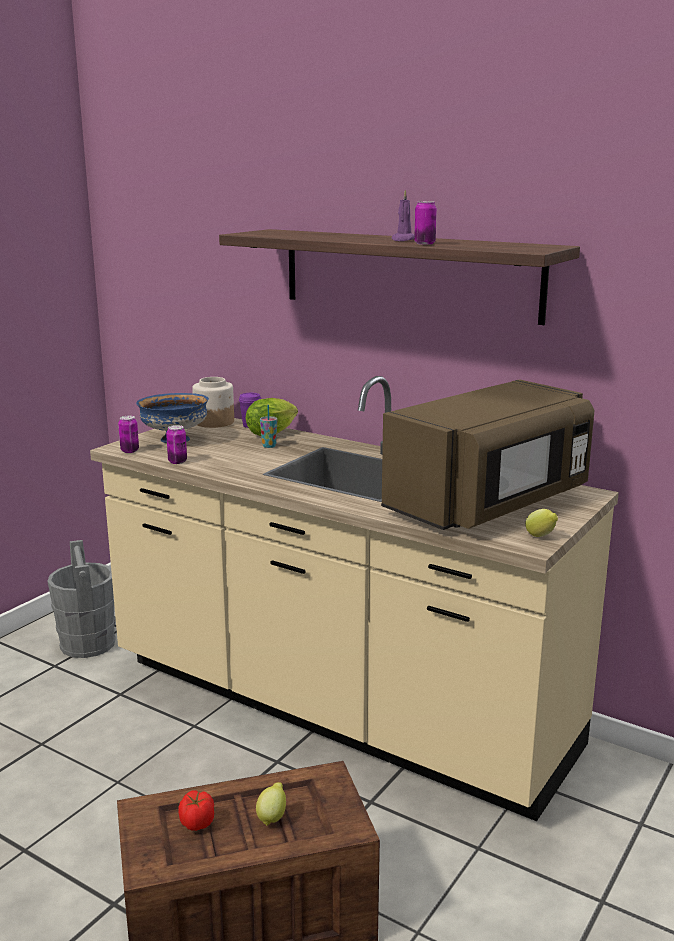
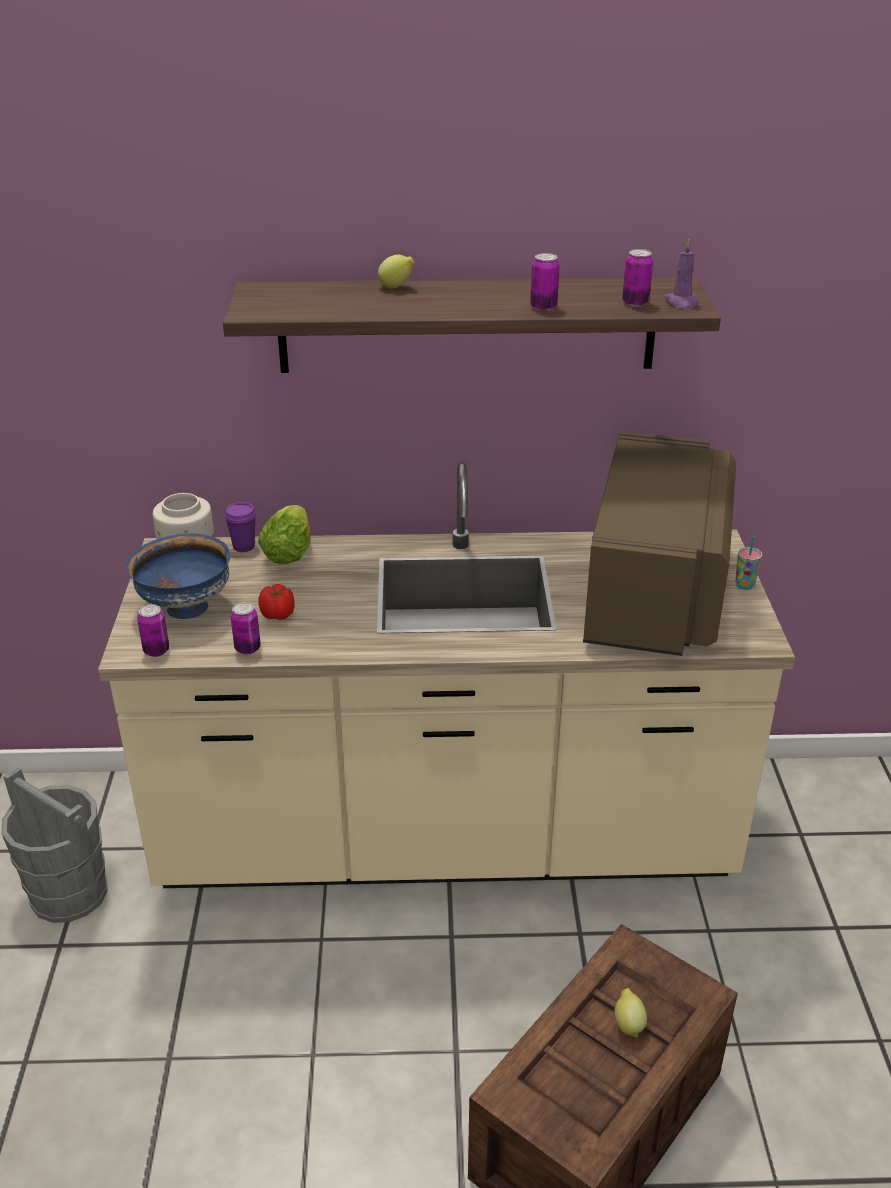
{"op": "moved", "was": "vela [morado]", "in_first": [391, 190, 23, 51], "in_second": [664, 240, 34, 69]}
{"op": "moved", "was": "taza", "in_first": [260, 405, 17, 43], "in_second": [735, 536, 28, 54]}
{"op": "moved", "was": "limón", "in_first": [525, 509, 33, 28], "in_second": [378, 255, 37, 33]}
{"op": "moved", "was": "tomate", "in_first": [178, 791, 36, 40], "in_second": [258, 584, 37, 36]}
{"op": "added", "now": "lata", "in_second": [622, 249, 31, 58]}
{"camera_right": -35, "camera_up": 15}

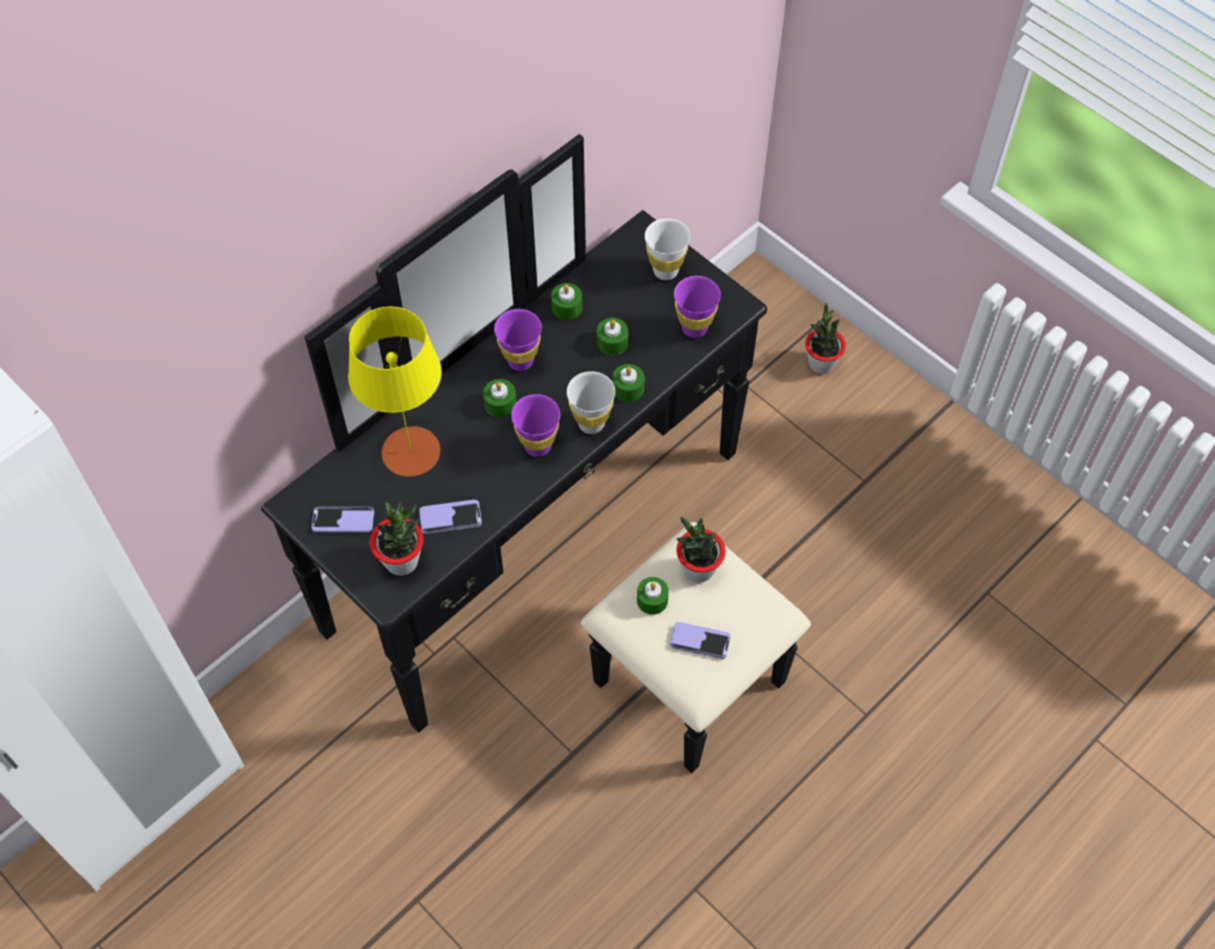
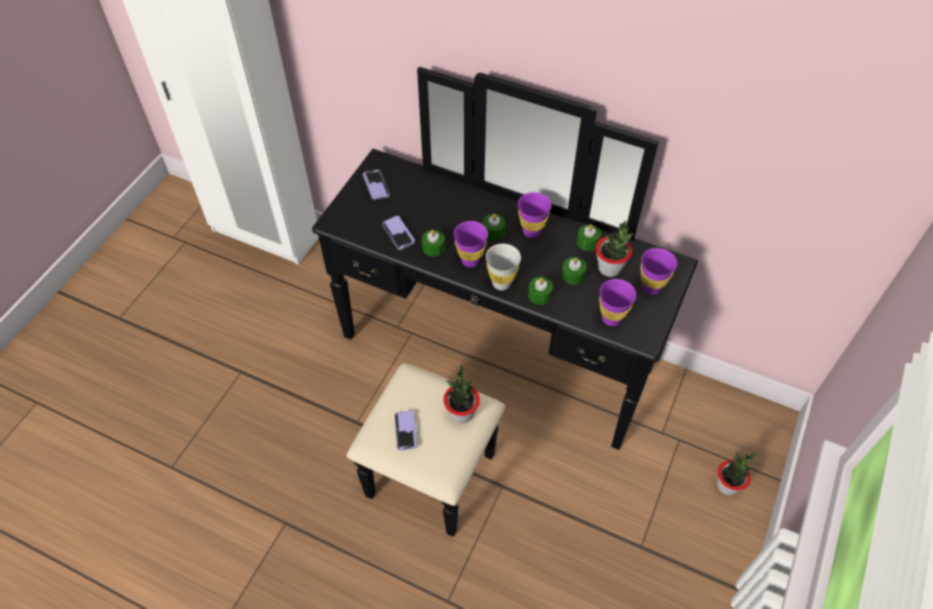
{"op": "recoloured", "was": "taza [blanco]", "now": "taza [morado]", "in_first": [645, 218, 45, 62], "in_second": [641, 248, 36, 47]}
{"op": "removed", "was": "lámpara de mesa [amarillo]", "in_first": [348, 307, 94, 170]}
{"op": "moved", "was": "planta en maceta", "in_first": [370, 503, 54, 73], "in_second": [596, 220, 38, 57]}
{"op": "moved", "was": "vela [verde]", "in_first": [637, 577, 32, 38], "in_second": [422, 230, 23, 27]}
{"camera_right": 70, "camera_up": -5}

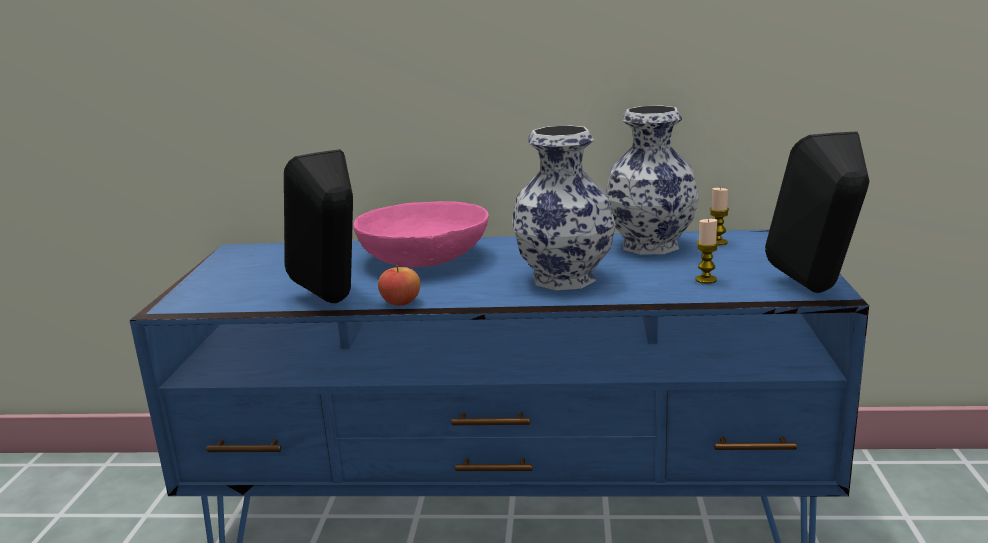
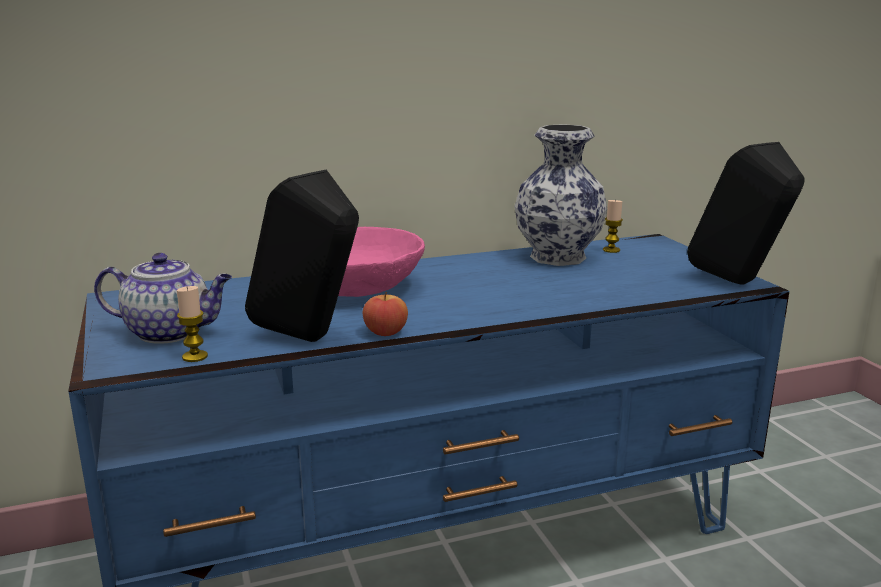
{"op": "removed", "was": "florero", "in_first": [512, 125, 104, 165]}
{"op": "moved", "was": "vela", "in_first": [696, 218, 23, 66], "in_second": [177, 286, 31, 76]}
{"op": "added", "now": "tetera", "in_second": [94, 253, 138, 91]}
{"camera_right": -25, "camera_up": 0}

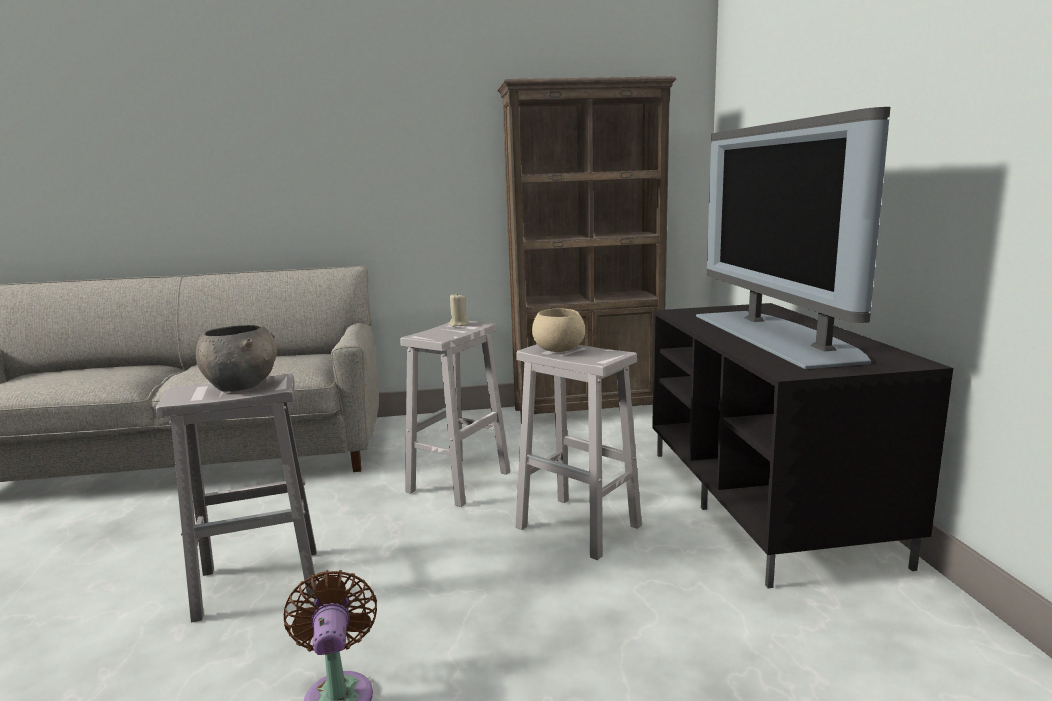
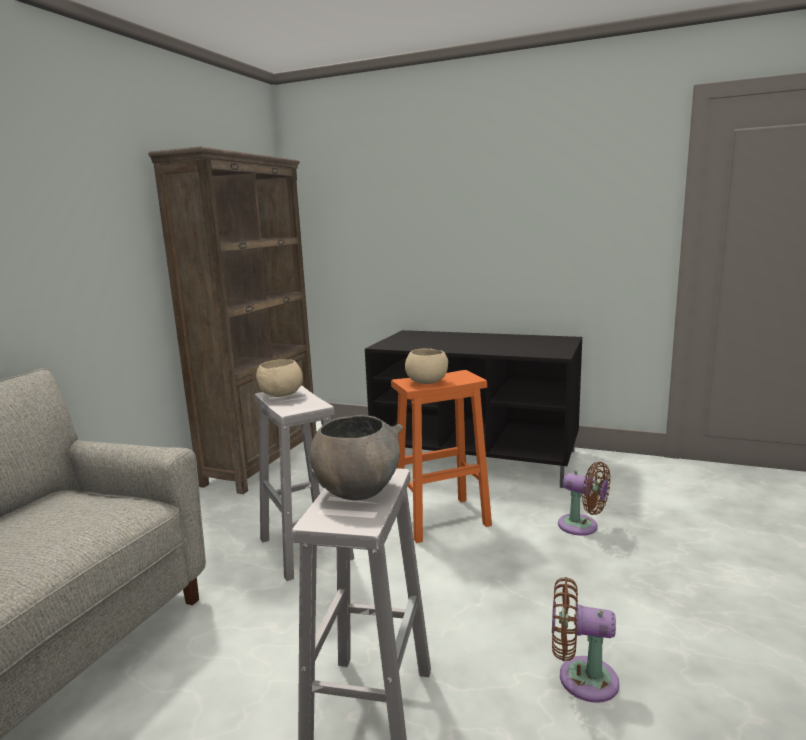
{"op": "removed", "was": "televisor", "in_first": [696, 107, 194, 262]}
{"op": "replaced", "was": "vela [beis]", "now": "cuenco [beis]", "in_first": [449, 294, 20, 33], "in_second": [256, 359, 47, 38]}
{"op": "recoloured", "was": "taburete [blanco]", "now": "taburete [naranja]", "in_first": [515, 344, 127, 216], "in_second": [391, 370, 101, 173]}
{"op": "added", "now": "ventilador [marrón]", "in_second": [558, 462, 52, 74]}
{"camera_right": -60, "camera_up": 0}

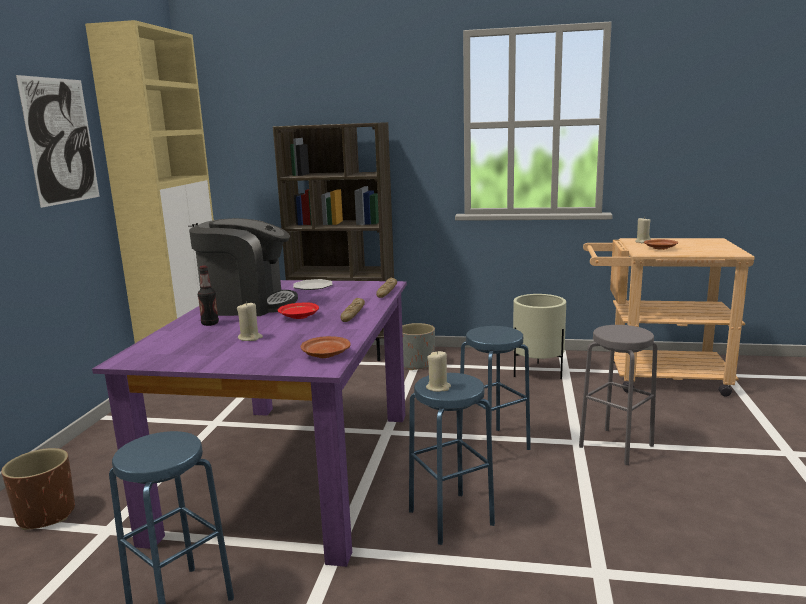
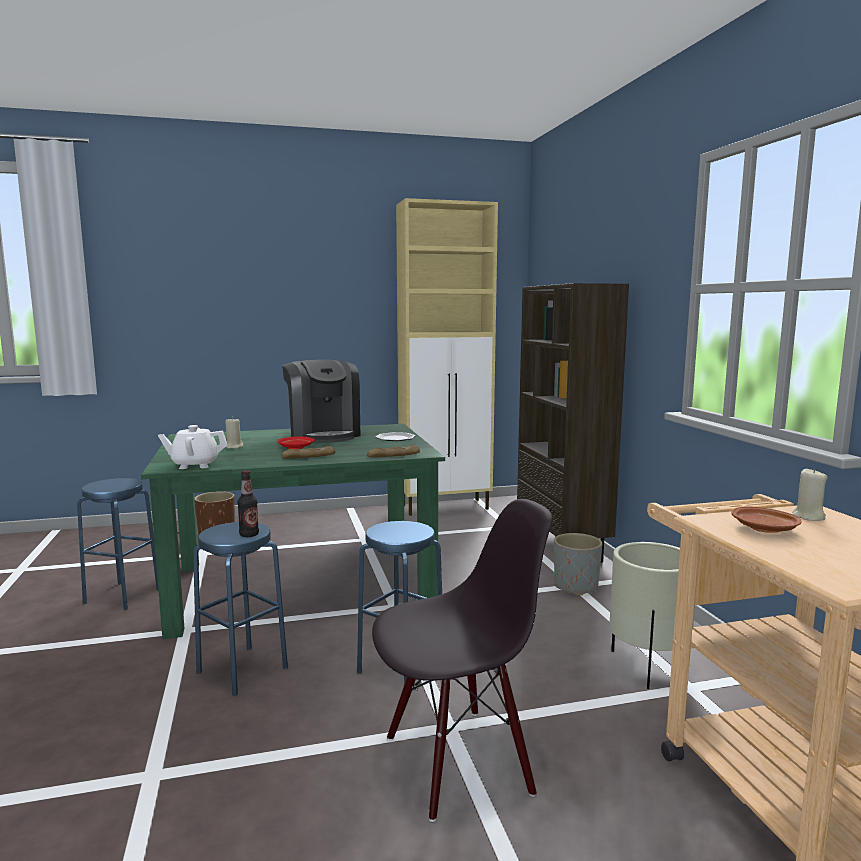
{"op": "removed", "was": "cuadro", "in_first": [16, 75, 84, 133]}
{"op": "moved", "was": "botella", "in_first": [198, 266, 21, 60], "in_second": [237, 470, 22, 67]}
{"op": "recoloured", "was": "mesa de comedor [morado]", "now": "mesa de comedor [verde]", "in_first": [92, 280, 315, 287], "in_second": [141, 424, 304, 215]}
{"op": "replaced", "was": "taburete [gris]", "now": "silla [negro]", "in_first": [579, 325, 78, 140], "in_second": [372, 499, 180, 323]}
{"op": "replaced", "was": "plato [marrón]", "now": "tetera [blanco]", "in_first": [301, 336, 50, 22], "in_second": [158, 425, 70, 44]}
{"op": "removed", "was": "vela [beis]", "in_first": [426, 350, 25, 42]}
{"camera_right": 65, "camera_up": -5}

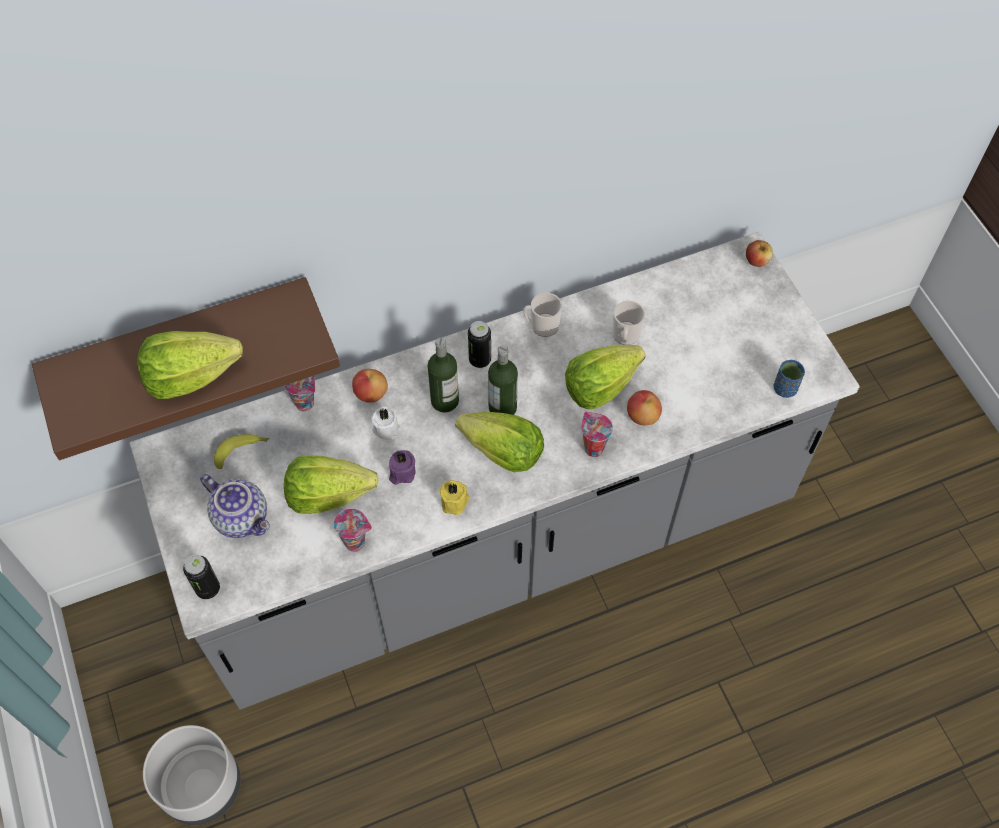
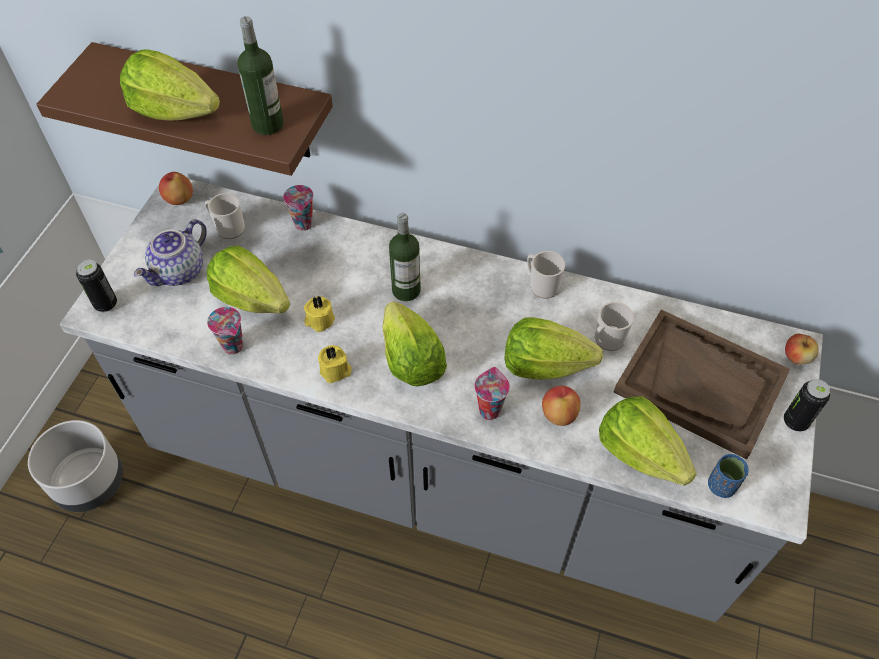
{"op": "moved", "was": "lata", "in_first": [468, 321, 23, 47], "in_second": [784, 379, 46, 52]}
{"op": "moved", "was": "botella", "in_first": [488, 345, 30, 70], "in_second": [238, 16, 46, 119]}
{"op": "moved", "was": "manzana", "in_first": [352, 369, 36, 33], "in_second": [159, 172, 34, 33]}
{"op": "removed", "was": "vela [blanco]", "in_first": [371, 406, 29, 34]}
{"op": "replaced", "was": "plátano", "now": "taza grande", "in_first": [214, 434, 55, 35], "in_second": [205, 193, 40, 46]}
{"op": "recoloured", "was": "vela [morado]", "now": "vela [amarillo]", "in_first": [389, 450, 26, 35], "in_second": [304, 296, 31, 36]}
{"op": "turned", "was": "tetera", "in_first": [200, 474, 70, 64], "in_second": [134, 219, 73, 67], "clockwise": 45}
{"op": "added", "now": "bandeja [marrón]", "in_second": [614, 309, 176, 151]}
{"op": "added", "now": "lechuga", "in_second": [599, 397, 98, 89]}
{"camera_right": 40, "camera_up": -5}

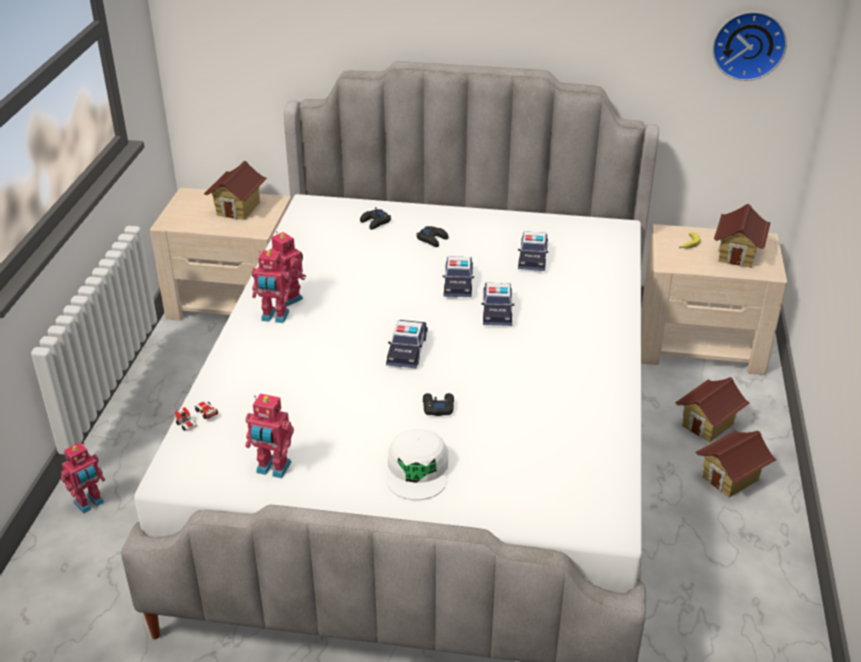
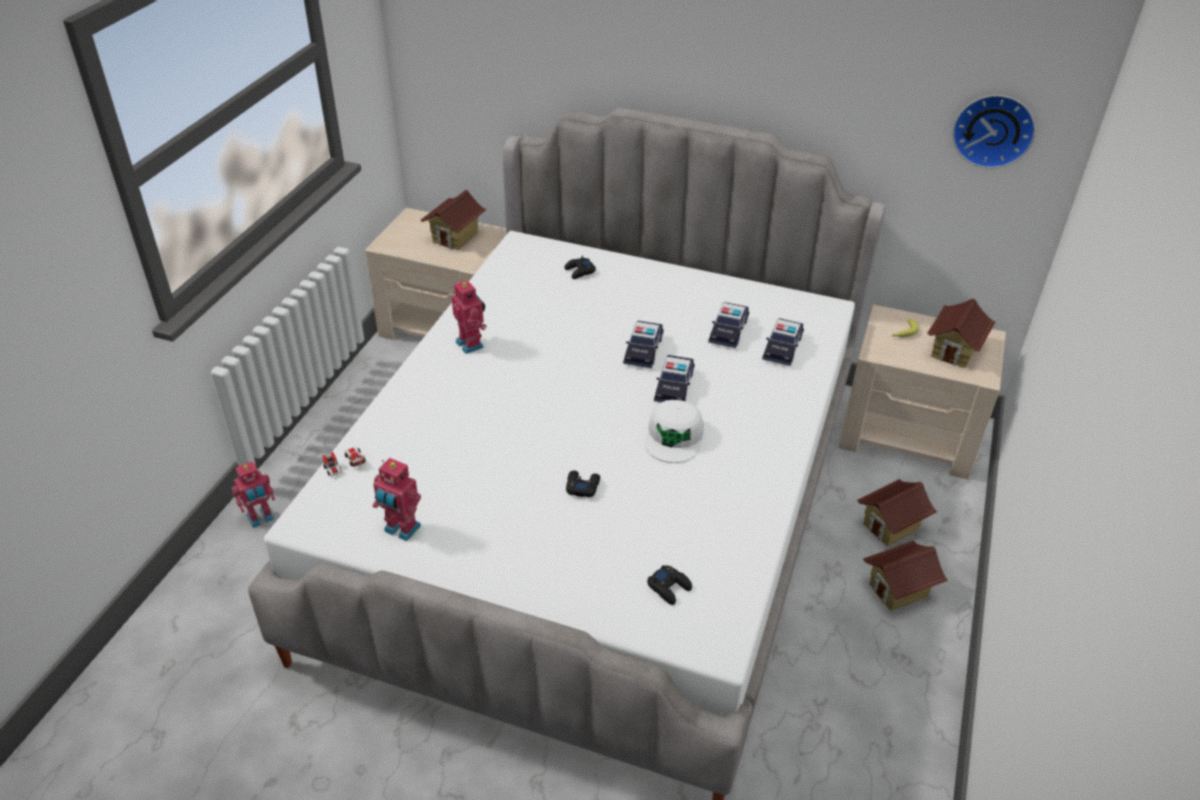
{"op": "moved", "was": "mando de consola [negro]", "in_first": [416, 226, 33, 21], "in_second": [647, 565, 45, 40]}
{"op": "removed", "was": "robot de juguete", "in_first": [252, 250, 40, 73]}
{"op": "moved", "was": "coche de juguete", "in_first": [386, 320, 42, 49], "in_second": [762, 318, 42, 48]}
{"op": "moved", "was": "gorra [blanco]", "in_first": [386, 429, 62, 71], "in_second": [645, 400, 59, 63]}
{"camera_right": 10, "camera_up": 5}

